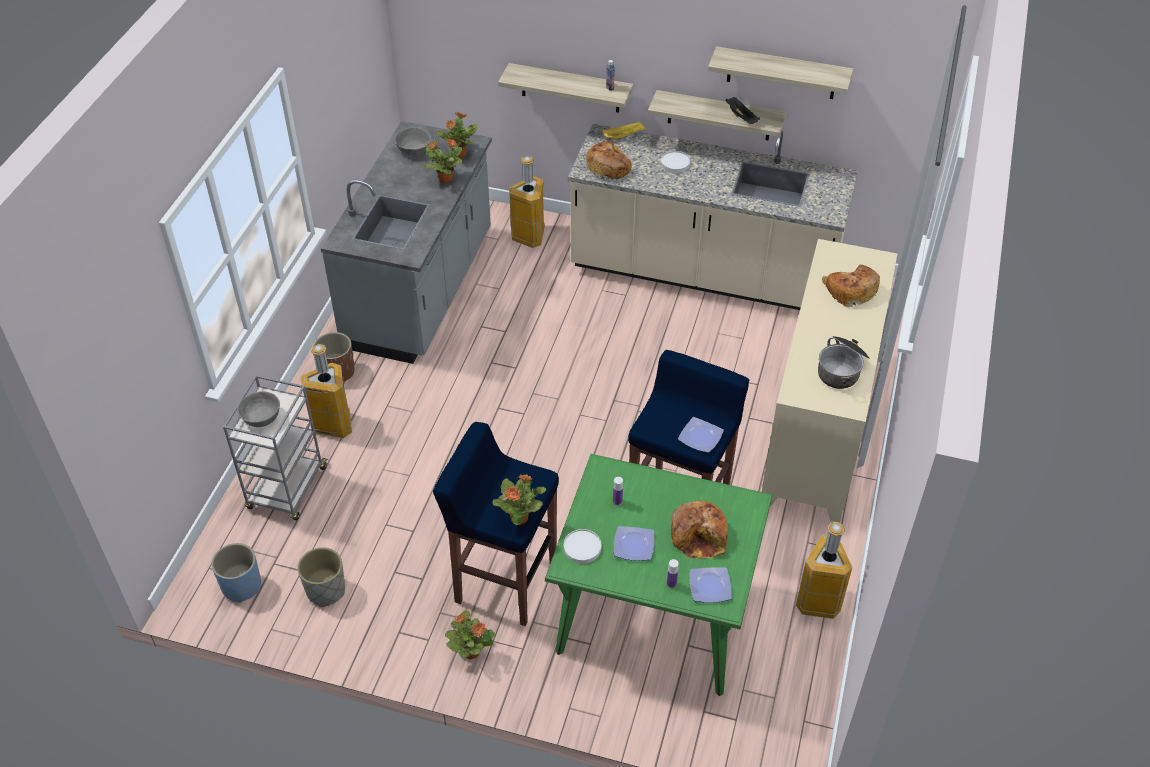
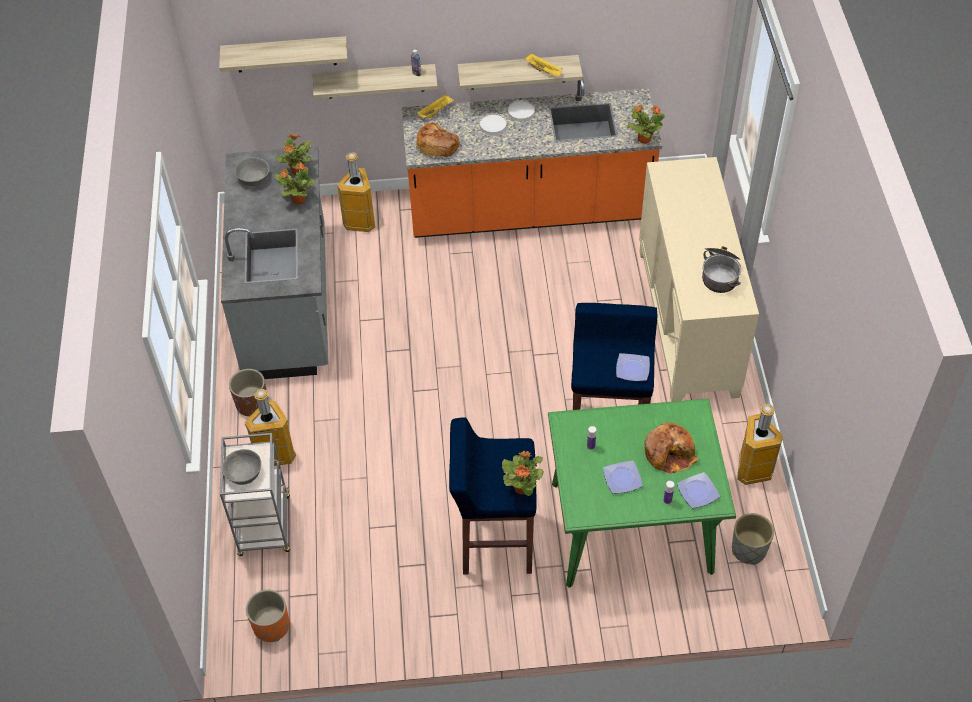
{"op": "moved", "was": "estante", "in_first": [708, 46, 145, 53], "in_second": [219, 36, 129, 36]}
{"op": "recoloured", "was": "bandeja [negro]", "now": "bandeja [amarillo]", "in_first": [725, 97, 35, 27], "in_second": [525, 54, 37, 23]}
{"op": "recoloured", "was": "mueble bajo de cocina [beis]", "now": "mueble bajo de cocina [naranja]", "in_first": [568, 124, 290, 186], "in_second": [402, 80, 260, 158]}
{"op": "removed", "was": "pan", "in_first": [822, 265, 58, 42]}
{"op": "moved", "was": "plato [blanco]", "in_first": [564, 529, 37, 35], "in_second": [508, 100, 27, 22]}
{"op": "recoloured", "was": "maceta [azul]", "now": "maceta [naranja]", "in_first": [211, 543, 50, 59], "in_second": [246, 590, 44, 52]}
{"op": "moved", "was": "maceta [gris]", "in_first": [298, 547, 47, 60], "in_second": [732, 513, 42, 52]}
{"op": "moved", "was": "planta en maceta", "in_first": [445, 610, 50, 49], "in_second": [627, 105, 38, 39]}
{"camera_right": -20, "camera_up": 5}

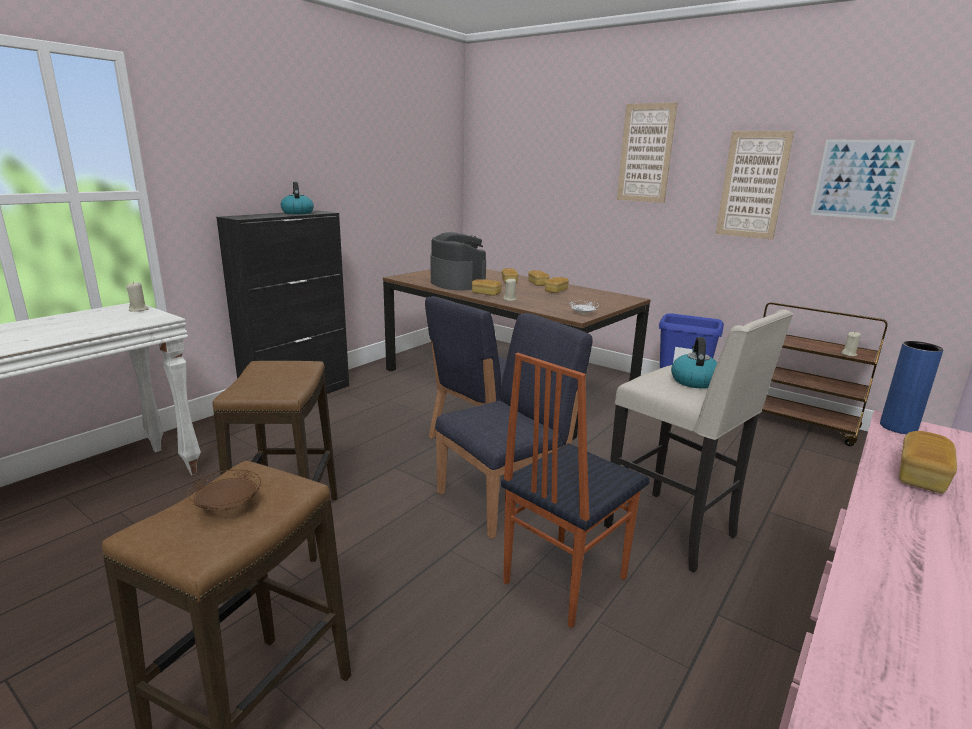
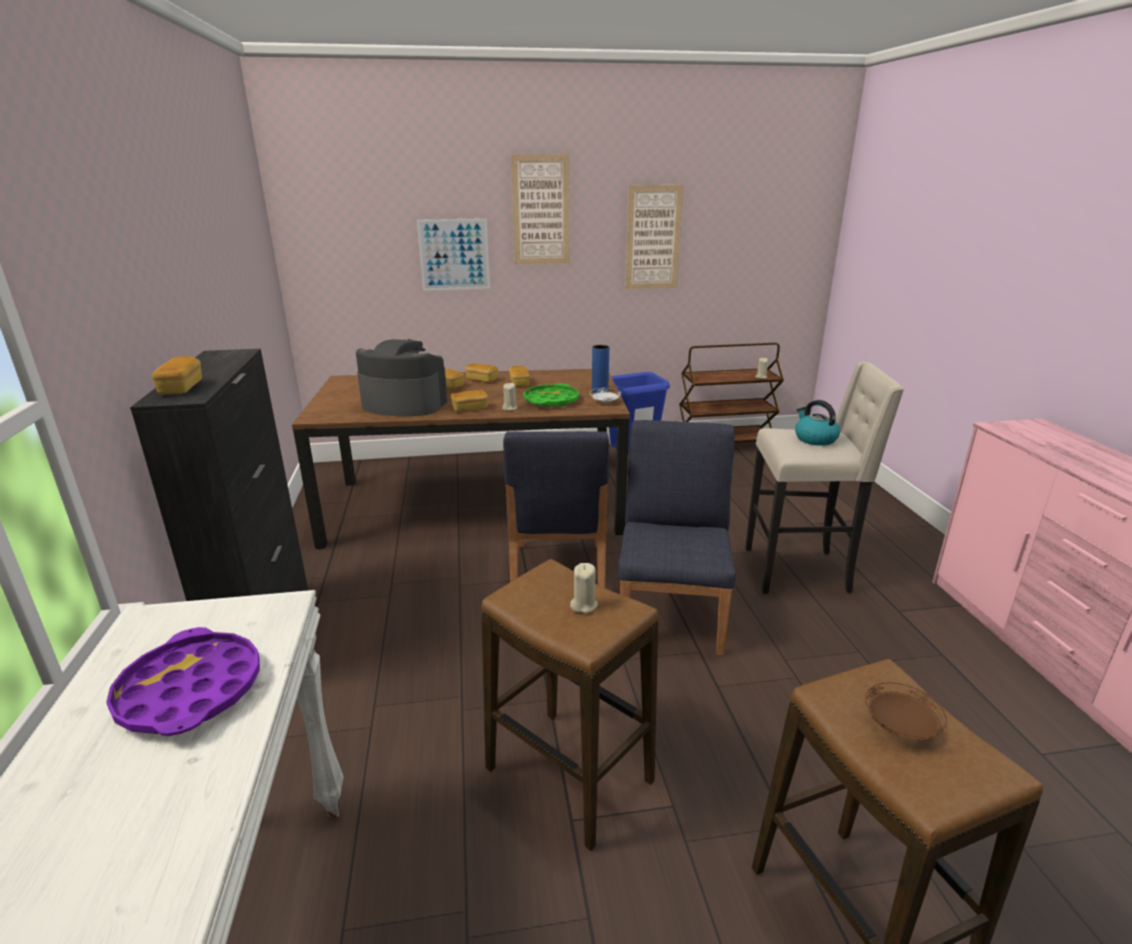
{"op": "moved", "was": "cuadro", "in_first": [810, 140, 105, 81], "in_second": [417, 218, 73, 73]}
{"op": "removed", "was": "hervidor", "in_first": [281, 182, 33, 32]}
{"op": "moved", "was": "vela [beis]", "in_first": [126, 281, 23, 31], "in_second": [570, 563, 28, 50]}
{"op": "moved", "was": "florero [azul]", "in_first": [880, 341, 63, 93], "in_second": [592, 345, 17, 48]}
{"op": "removed", "was": "silla", "in_first": [501, 353, 149, 275]}
{"op": "moved", "was": "pan", "in_first": [899, 431, 58, 62], "in_second": [152, 356, 50, 39]}
{"op": "added", "now": "bandeja [verde]", "in_second": [524, 384, 55, 23]}
{"op": "added", "now": "bandeja [morado]", "in_second": [106, 627, 154, 109]}
{"camera_right": -45, "camera_up": 5}

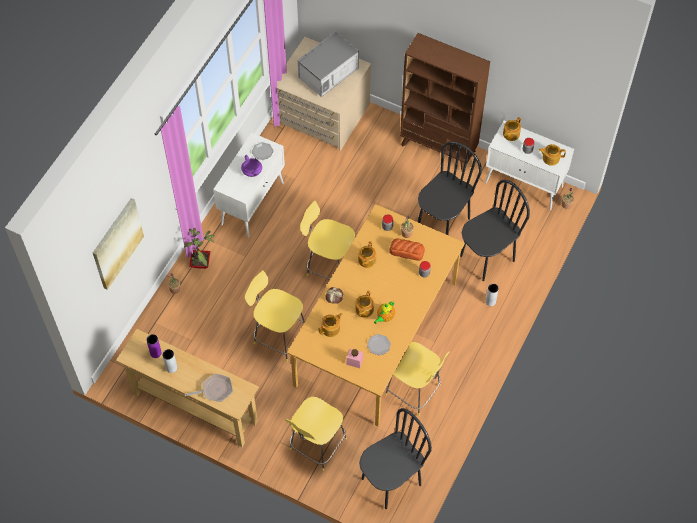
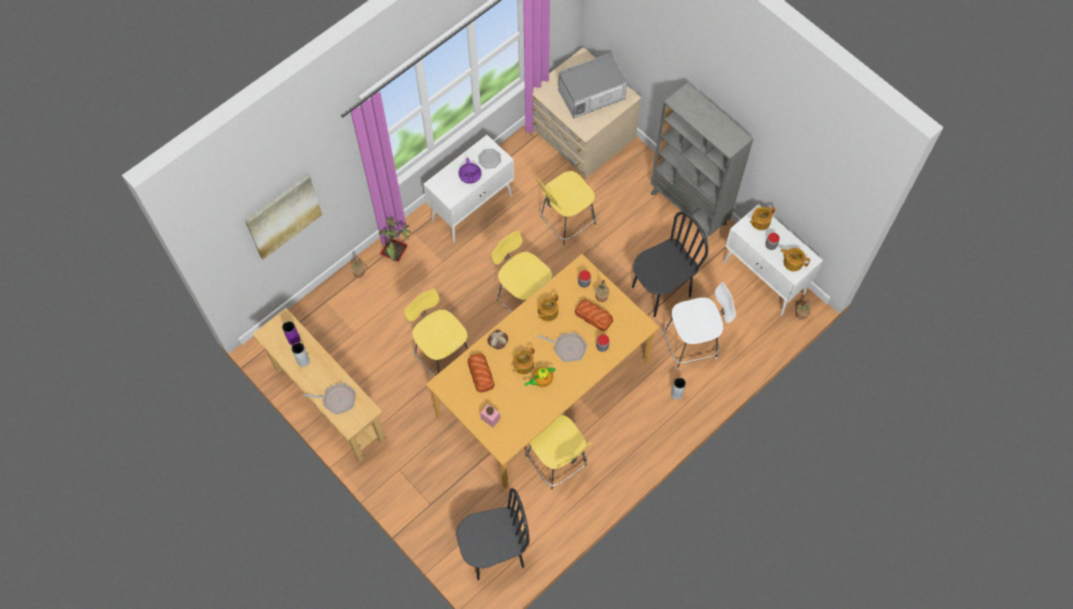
{"op": "recoloured", "was": "estantería [marrón]", "now": "estantería [gris]", "in_first": [400, 33, 90, 138], "in_second": [651, 82, 102, 157]}
{"op": "replaced", "was": "silla [negro]", "now": "taburete [blanco]", "in_first": [460, 180, 70, 101], "in_second": [663, 282, 73, 89]}
{"op": "replaced", "was": "tetera", "now": "pan", "in_first": [319, 313, 24, 24], "in_second": [468, 353, 27, 40]}
{"op": "removed", "was": "plato", "in_first": [367, 334, 24, 21]}
{"op": "moved", "was": "taburete [amarillo]", "in_first": [284, 397, 63, 74], "in_second": [536, 171, 60, 77]}
{"op": "added", "now": "sartén", "in_second": [537, 333, 50, 29]}
{"camera_right": 20, "camera_up": 5}

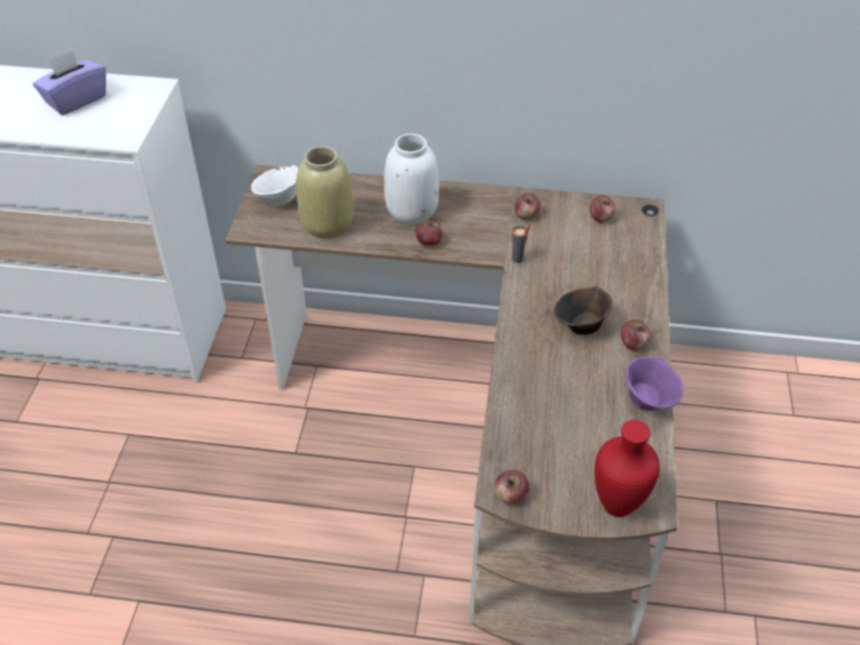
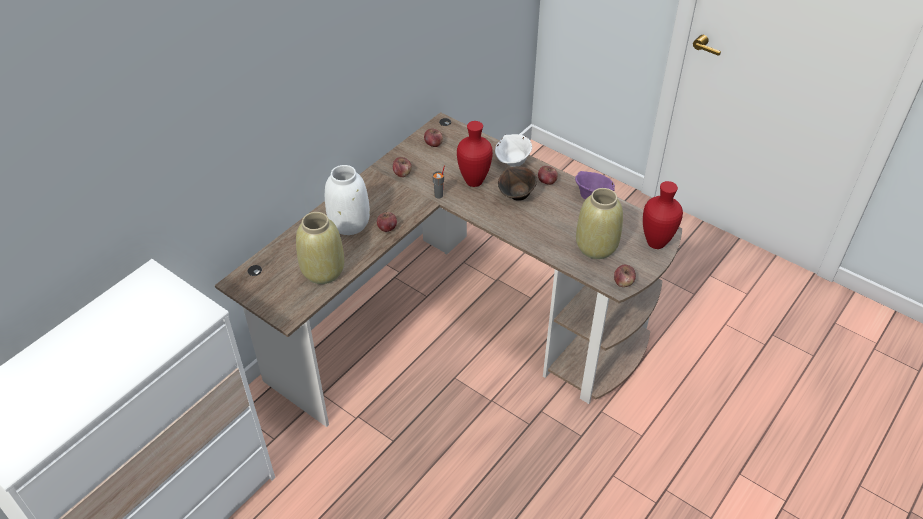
{"op": "removed", "was": "caja de pañuelos [morado]", "in_first": [33, 50, 73, 65]}
{"op": "moved", "was": "cuenco [blanco]", "in_first": [251, 165, 47, 41], "in_second": [495, 134, 37, 33]}
{"op": "added", "now": "florero [rojo]", "in_second": [457, 121, 36, 66]}
{"op": "added", "now": "florero [beis]", "in_second": [576, 188, 47, 71]}
{"camera_right": -60, "camera_up": 0}

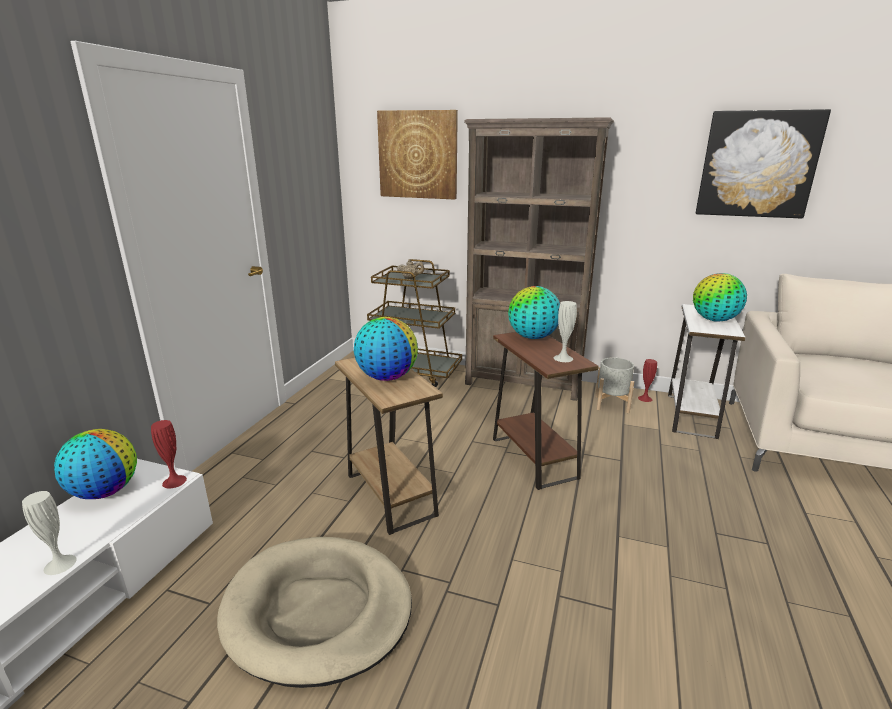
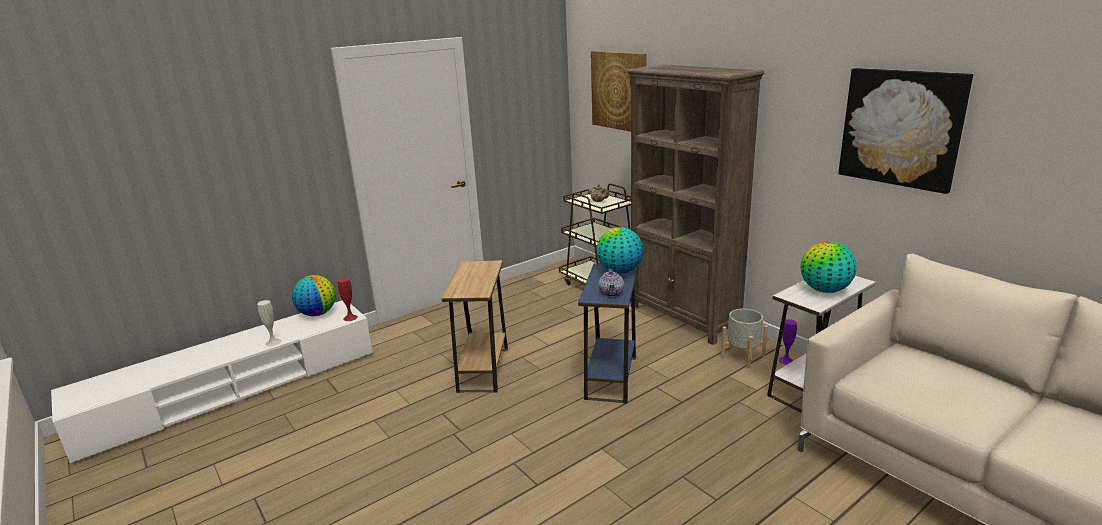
{"op": "replaced", "was": "florero [blanco]", "now": "tetera", "in_first": [554, 301, 23, 61], "in_second": [598, 269, 26, 28]}
{"op": "removed", "was": "globo terráqueo", "in_first": [354, 317, 64, 64]}
{"op": "recoloured", "was": "mesa auxiliar [marrón]", "now": "mesa auxiliar [azul]", "in_first": [493, 332, 105, 158], "in_second": [578, 264, 60, 140]}
{"op": "recoloured", "was": "florero [rojo]", "now": "florero [morado]", "in_first": [638, 359, 19, 43], "in_second": [778, 319, 19, 46]}
{"op": "removed", "was": "cama para perro [beis]", "in_first": [217, 537, 195, 151]}
{"camera_right": 35, "camera_up": 0}

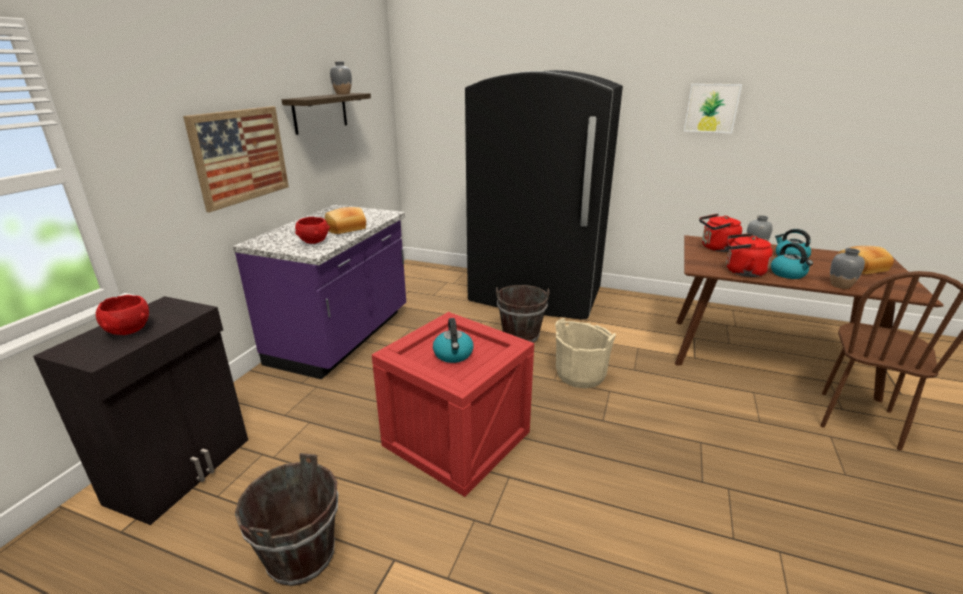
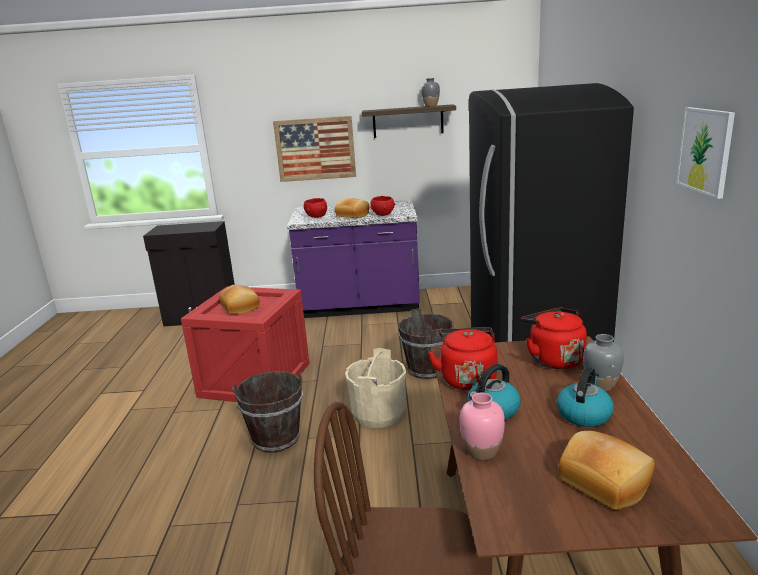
{"op": "recoloured", "was": "florero [gris]", "now": "florero [rosa]", "in_first": [830, 248, 35, 41], "in_second": [459, 392, 46, 69]}
{"op": "moved", "was": "cuenco [rojo]", "in_first": [96, 295, 53, 40], "in_second": [370, 196, 25, 20]}
{"op": "replaced", "was": "hervidor", "now": "pan", "in_first": [433, 318, 40, 45], "in_second": [219, 285, 41, 29]}
{"op": "moved", "was": "cubo [marrón]", "in_first": [235, 453, 103, 133], "in_second": [233, 371, 70, 82]}
{"camera_right": 70, "camera_up": -5}

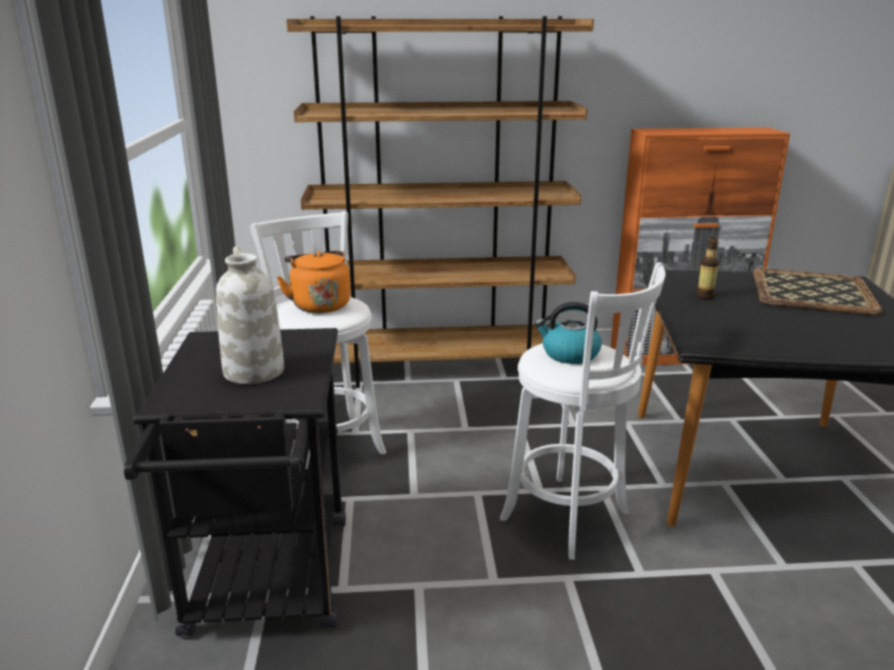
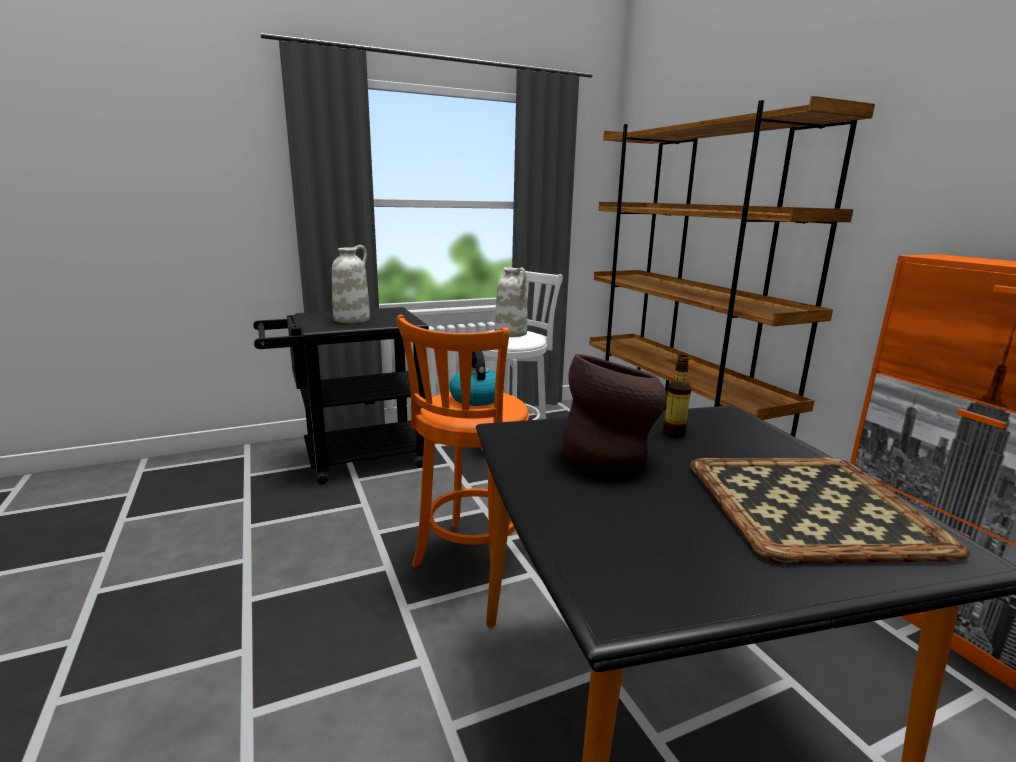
{"op": "replaced", "was": "hervidor [naranja]", "now": "florero [blanco]", "in_first": [277, 251, 73, 62], "in_second": [495, 267, 32, 70]}
{"op": "recoloured", "was": "taburete [blanco]", "now": "taburete [naranja]", "in_first": [500, 262, 166, 298], "in_second": [397, 315, 132, 278]}
{"op": "added", "now": "florero [marrón]", "in_second": [562, 354, 105, 120]}
{"camera_right": 70, "camera_up": -5}

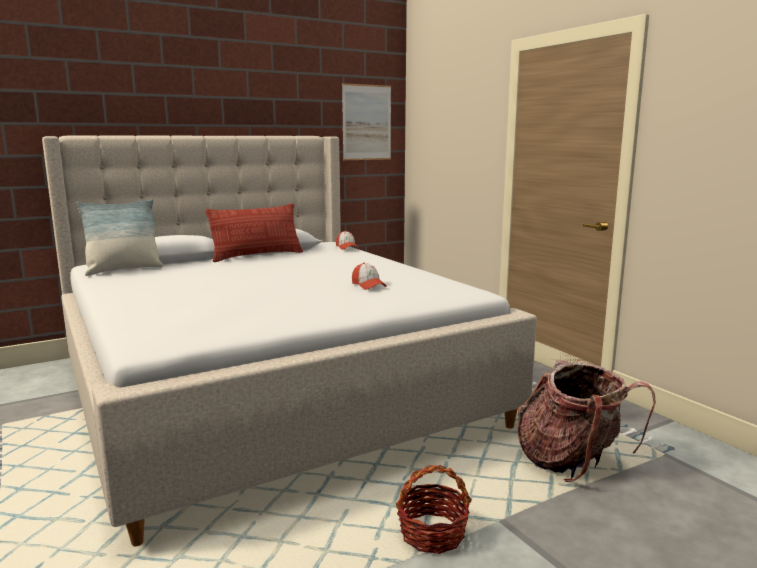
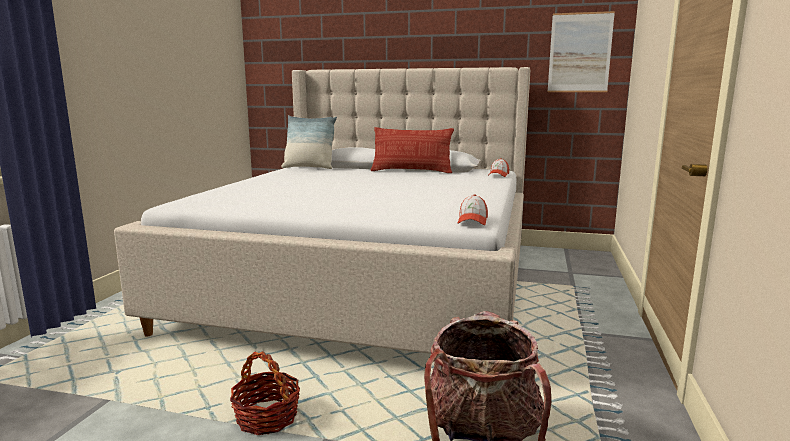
{"op": "moved", "was": "gorra", "in_first": [352, 263, 35, 27], "in_second": [458, 194, 30, 31]}
{"camera_right": 45, "camera_up": 0}

